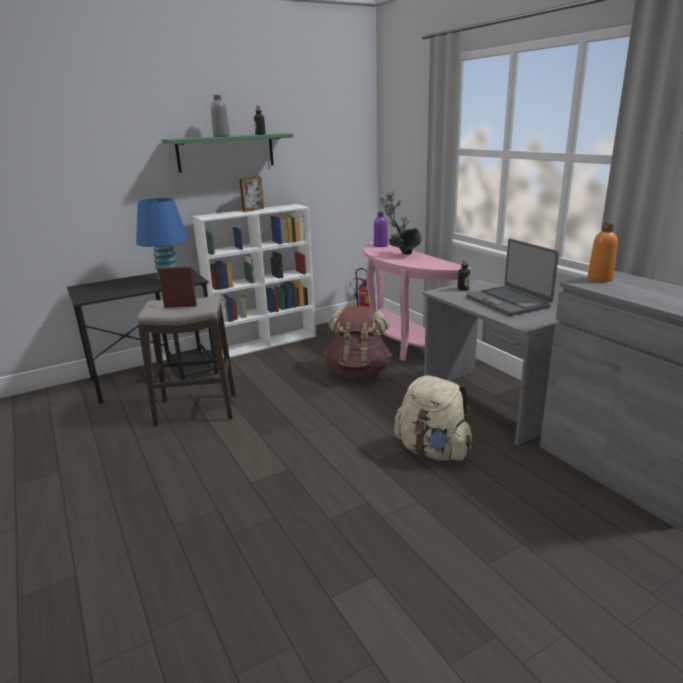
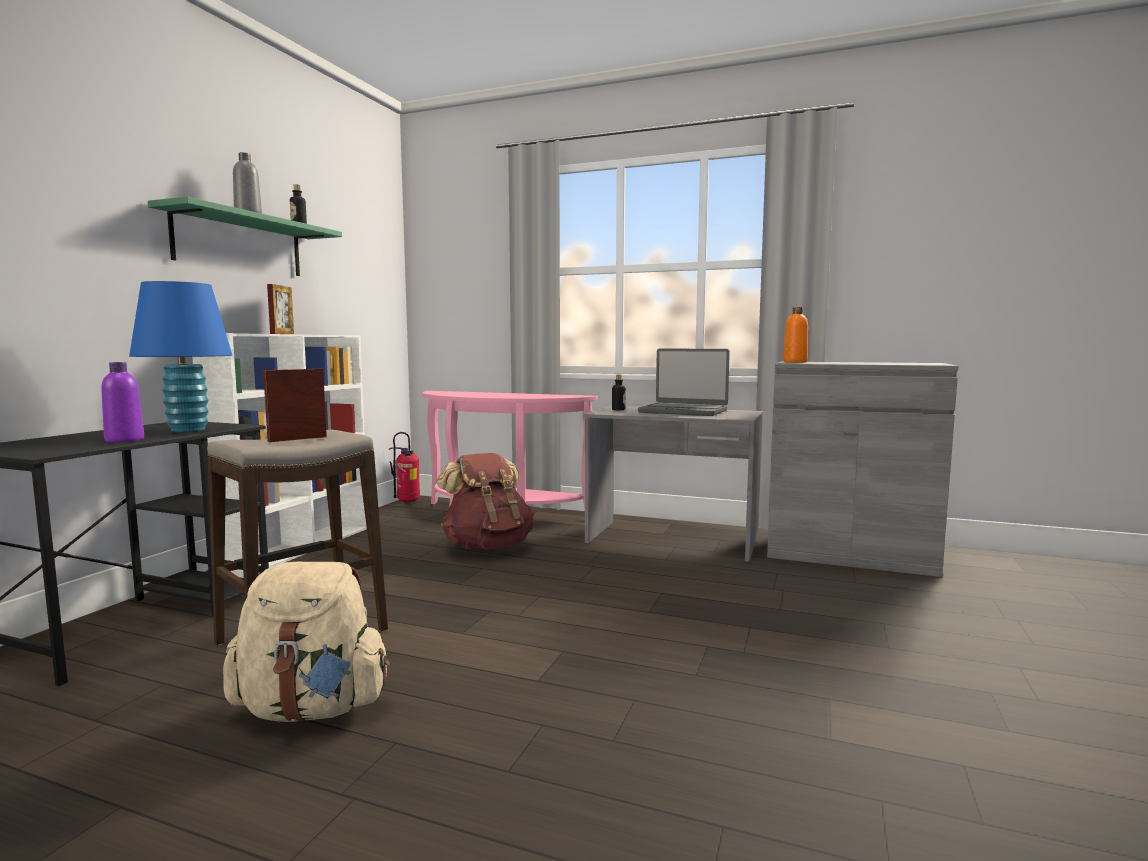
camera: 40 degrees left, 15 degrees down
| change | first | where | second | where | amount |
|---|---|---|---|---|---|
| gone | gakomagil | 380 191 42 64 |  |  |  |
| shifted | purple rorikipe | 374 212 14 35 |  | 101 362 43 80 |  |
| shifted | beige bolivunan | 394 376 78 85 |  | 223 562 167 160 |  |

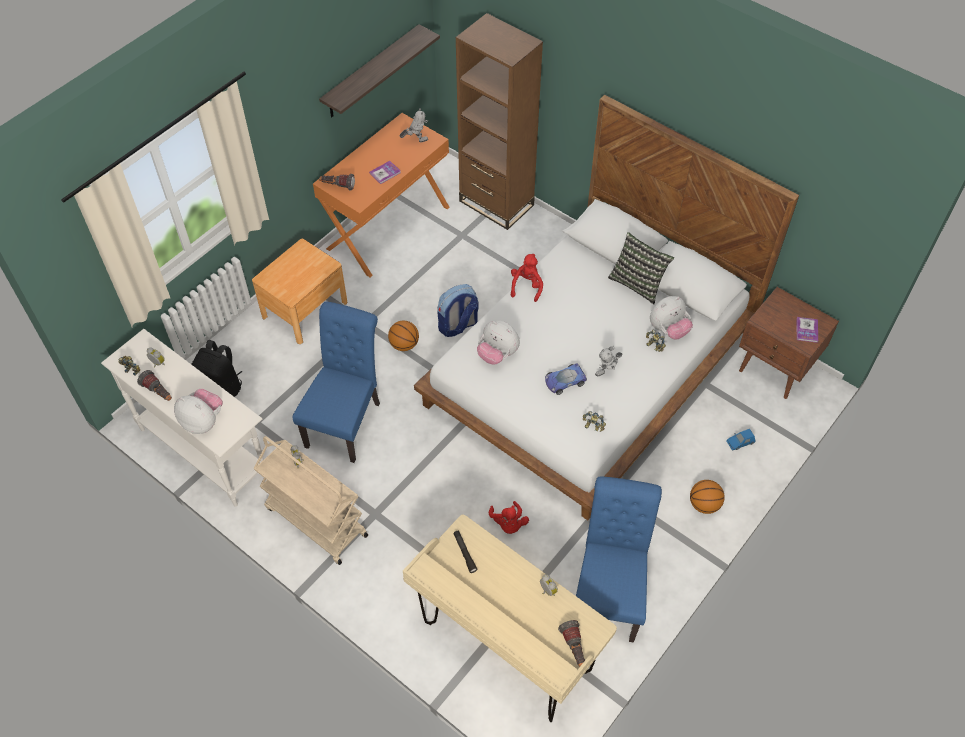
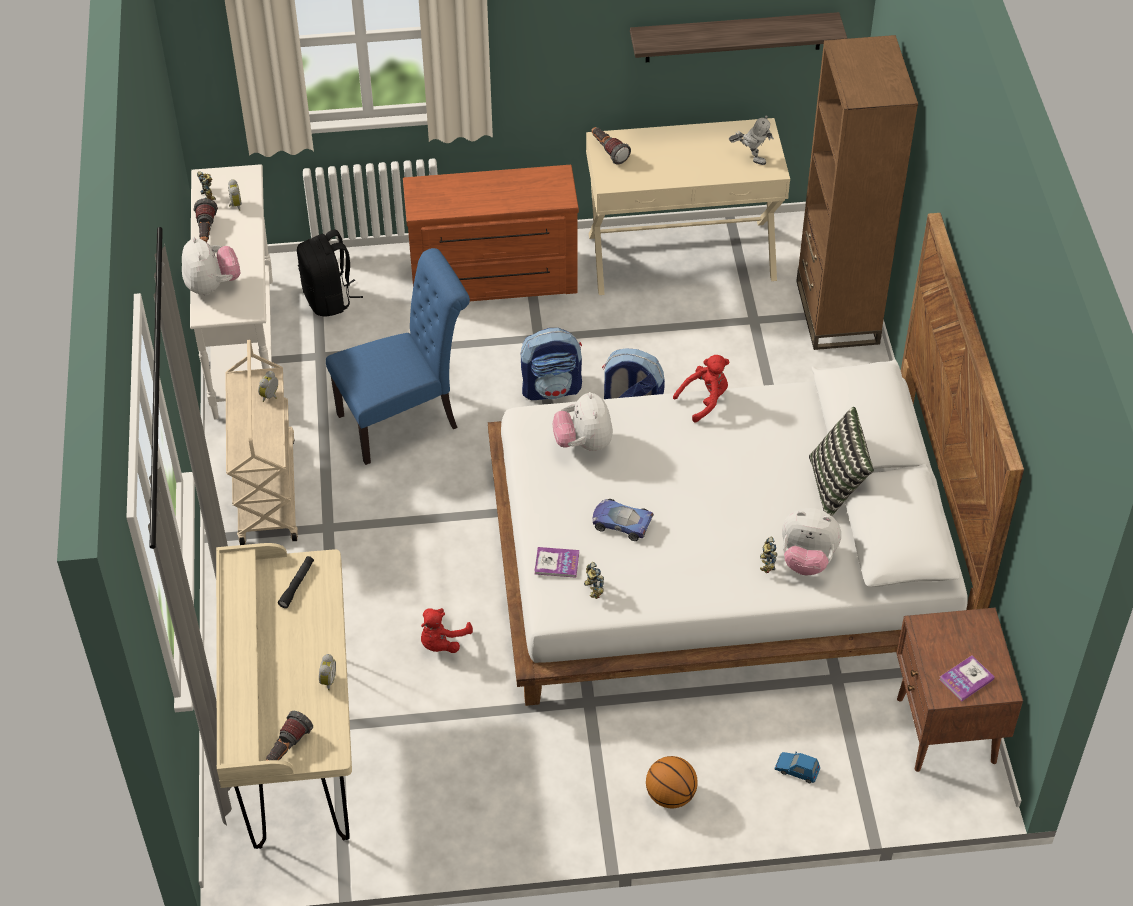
camera: 45 degrees right, 5 degrees down
| change | first | where | second | where | amount |
|---|---|---|---|---|---|
| repainted | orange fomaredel | 313 113 137 164 | beige fomaredel | 586 118 204 177 |  |
| shifted | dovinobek | 369 161 32 23 |  | 534 547 45 31 |  |
| swapped | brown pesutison | 252 239 96 105 | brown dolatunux | 403 165 176 136 |  |
| swapped | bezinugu | 388 321 31 30 | bolivunan | 521 328 61 72 |  |
| gone | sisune | 595 346 28 30 |  |  |  |
| gone | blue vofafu | 576 476 86 167 |  |  |  |

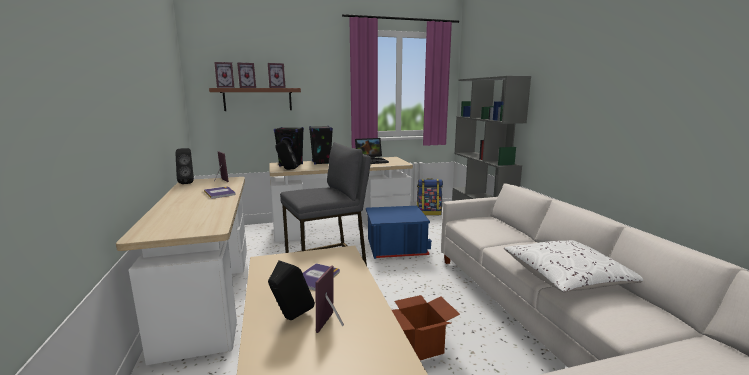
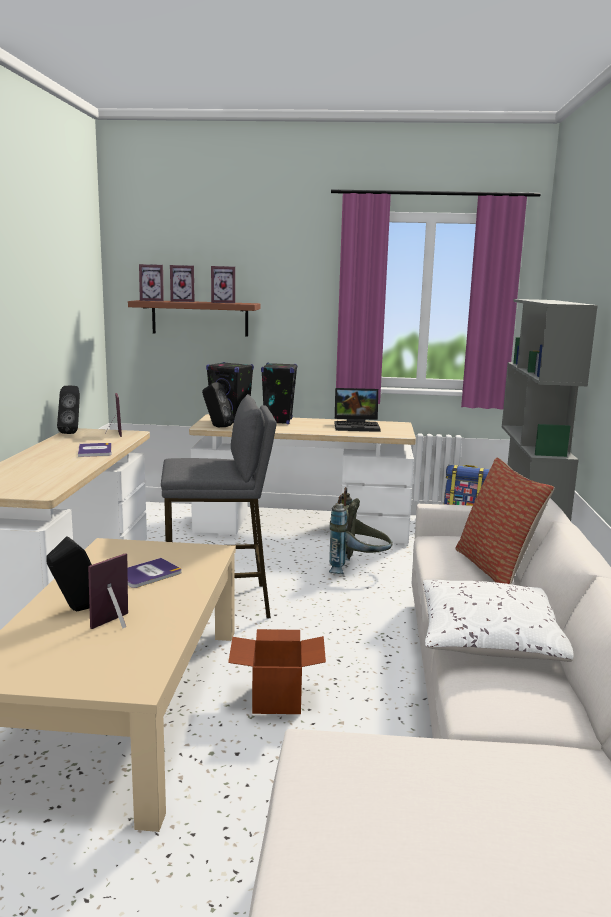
camera: 20 degrees right, 0 degrees up
| change | first | where | second | where | amount |
|---|---|---|---|---|---|
| swapped | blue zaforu | 366 206 66 53 | grey bolivunan | 329 487 64 87 |  |
| new |  |  | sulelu | 455 457 100 127 |  |

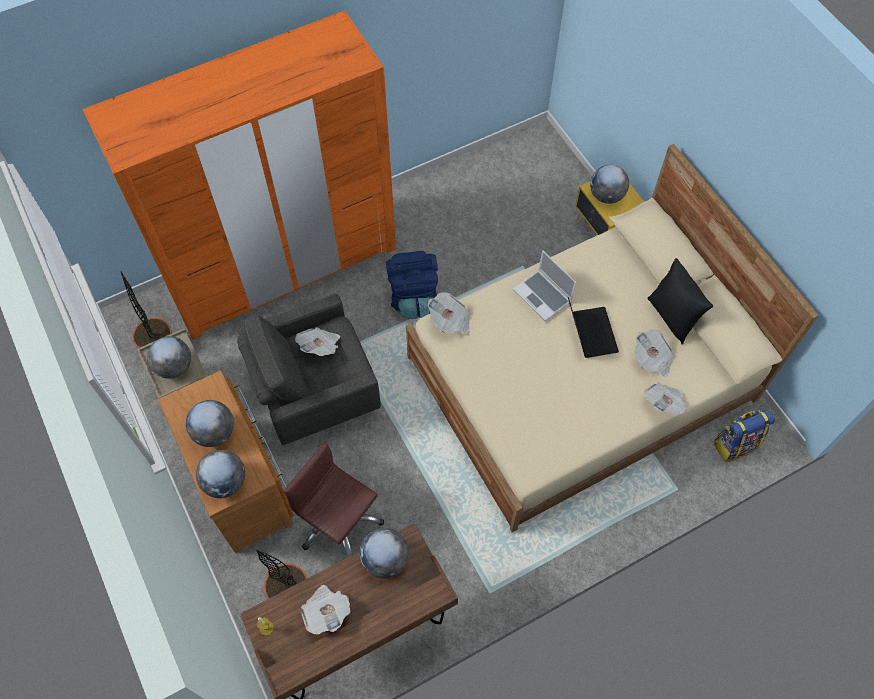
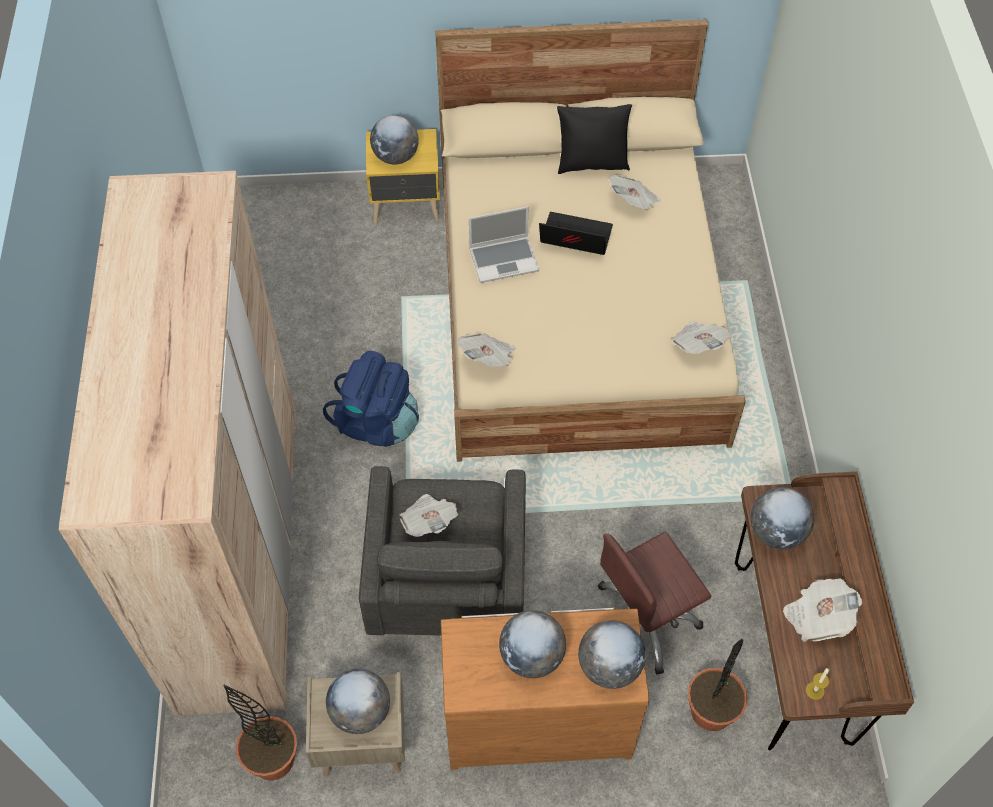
camera: 65 degrees left, 5 degrees down
| change | first | where | second | where | amount |
|---|---|---|---|---|---|
| repainted | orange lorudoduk | 82 11 314 329 | beige lorudoduk | 59 171 237 545 |  |
| shifted | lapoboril | 644 382 43 33 |  | 670 321 61 33 |  |
| gone | bolivunan | 714 410 61 52 |  |  |  |

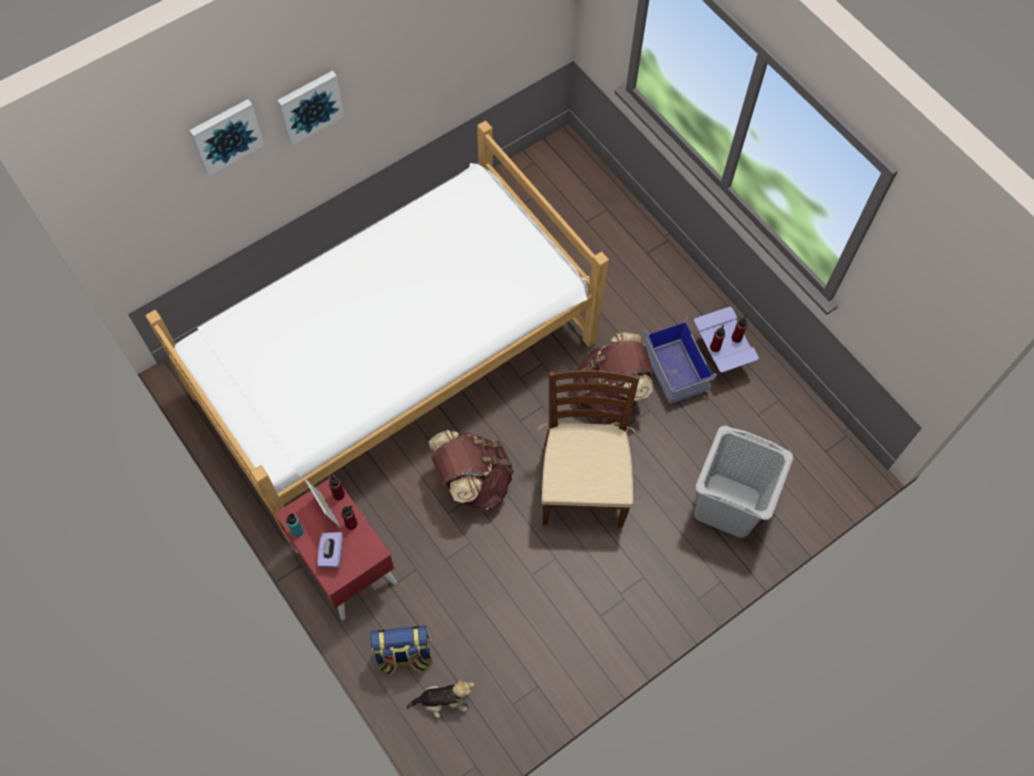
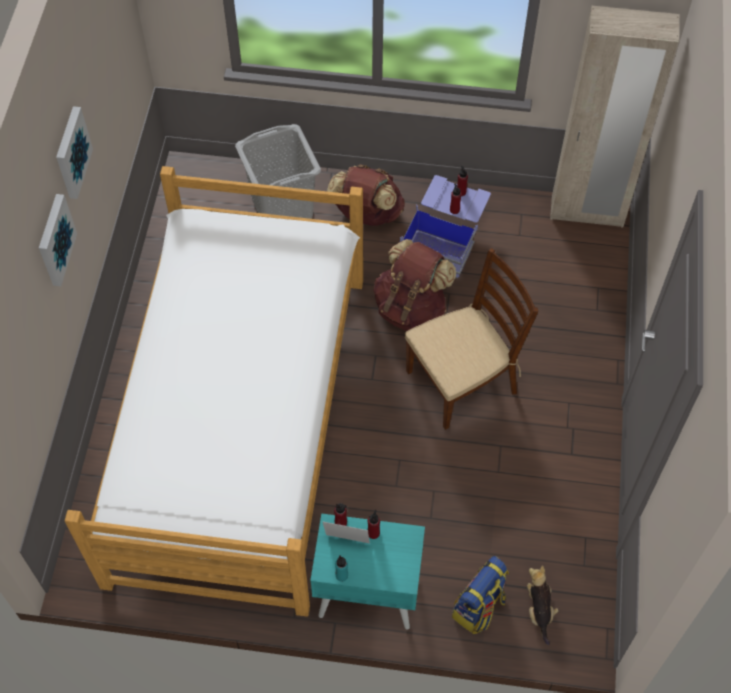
camera: 45 degrees left, 5 degrees down
| change | first | where | second | where | amount |
|---|---|---|---|---|---|
| shifted | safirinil | 189 99 76 77 |  | 56 106 37 93 |  |
| rotated | brown vofafu | 537 370 103 158 |  | 405 248 134 182 | 105 degrees clockwise |
| shifted | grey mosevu | 694 426 99 112 |  | 235 124 86 95 |  |
| shifted | brown bolivunan | 428 430 86 81 |  | 327 164 78 62 |  |
| repainted | red pesutison | 275 475 122 145 | turquoise pesutison | 310 513 115 117 |  |
| gone | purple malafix | 317 532 26 36 |  |  |  |
| rotated | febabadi | 407 679 67 39 |  | 527 566 32 79 | 45 degrees counterclockwise |
| new |  |  | beige lorudoduk | 550 6 129 221 |  |

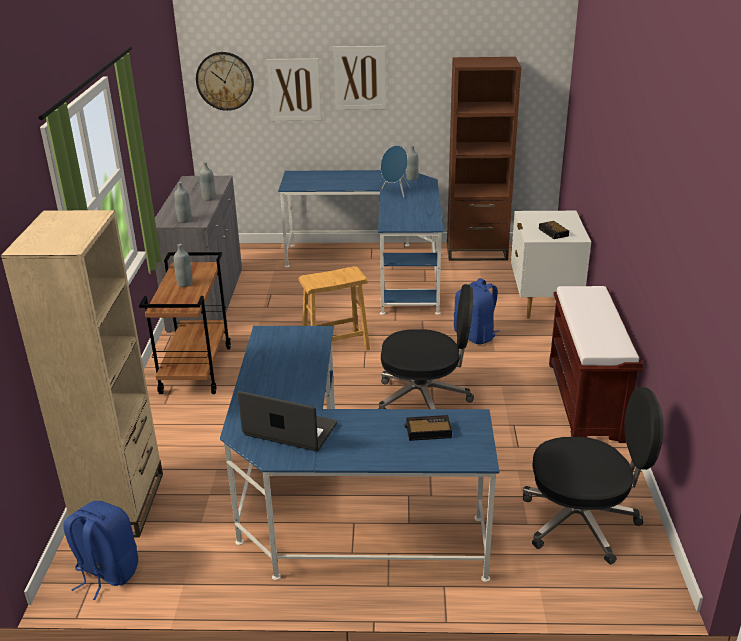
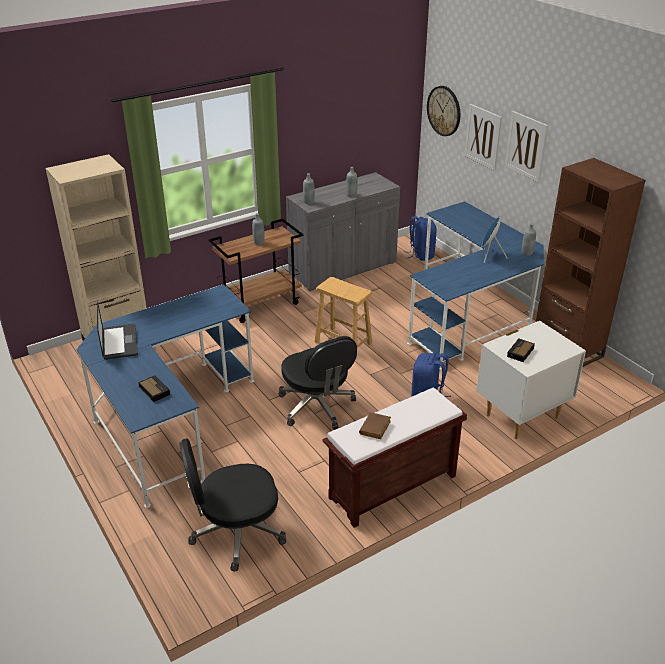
camera: 55 degrees right, 5 degrees up
| change | first | where | second | where | amount |
|---|---|---|---|---|---|
| rotated | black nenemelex | 523 387 141 177 |  | 179 438 107 133 | 105 degrees clockwise |
| shifted | blue bolivunan | 64 501 74 99 |  | 404 216 32 45 |  |
| new |  |  | brown dovinobek | 359 412 32 27 |  |

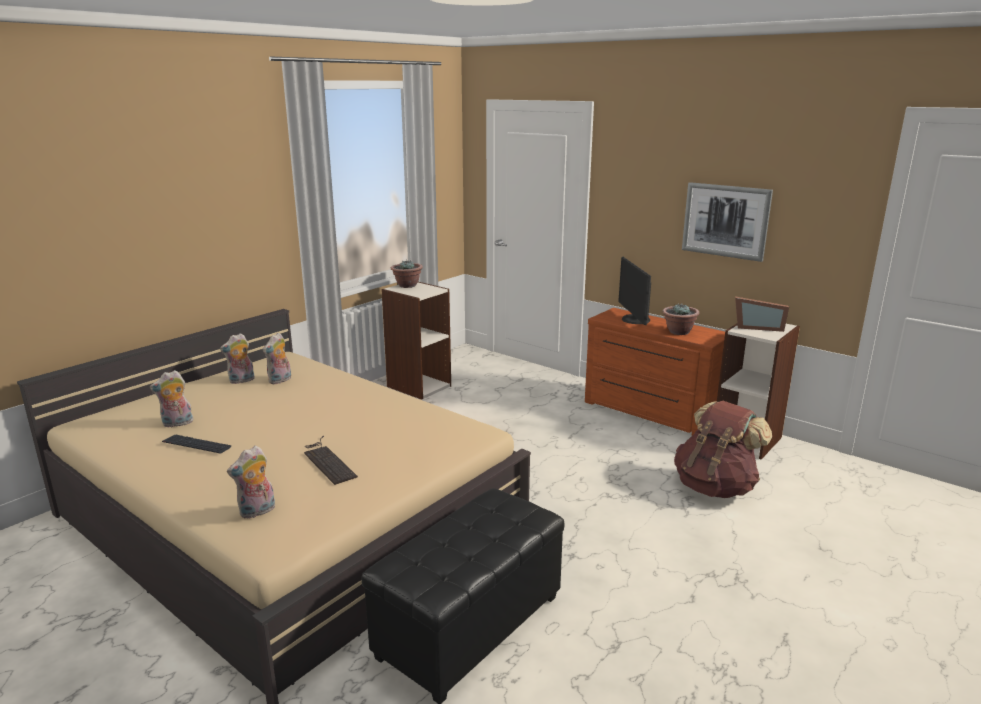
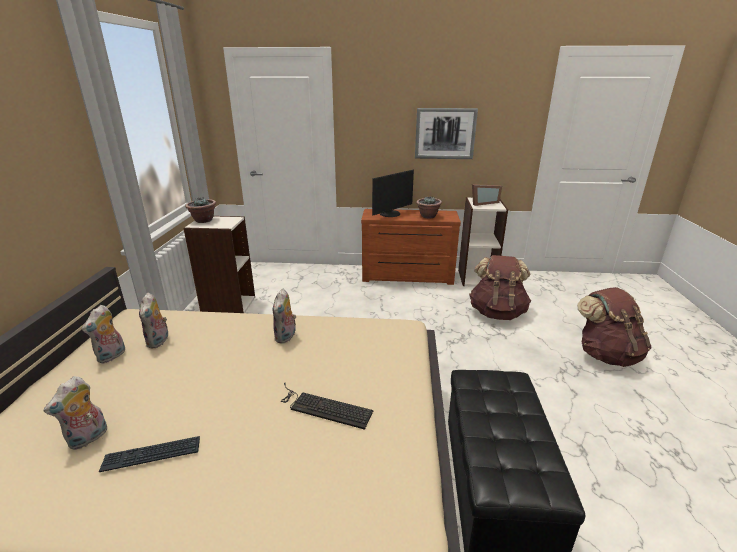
camera: 35 degrees left, 5 degrees up
| change | first | where | second | where | amount |
|---|---|---|---|---|---|
| rotated | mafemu | 618 257 33 68 |  | 372 170 42 47 | 90 degrees counterclockwise |
| shifted | febabadi | 227 446 48 72 |  | 273 288 23 55 |  |
| new |  |  | brown bolivunan | 577 287 74 80 |  |

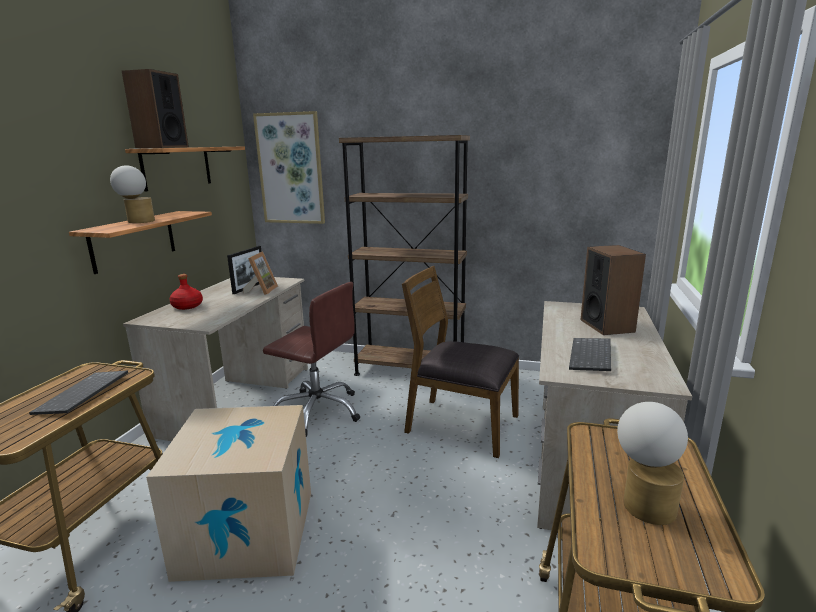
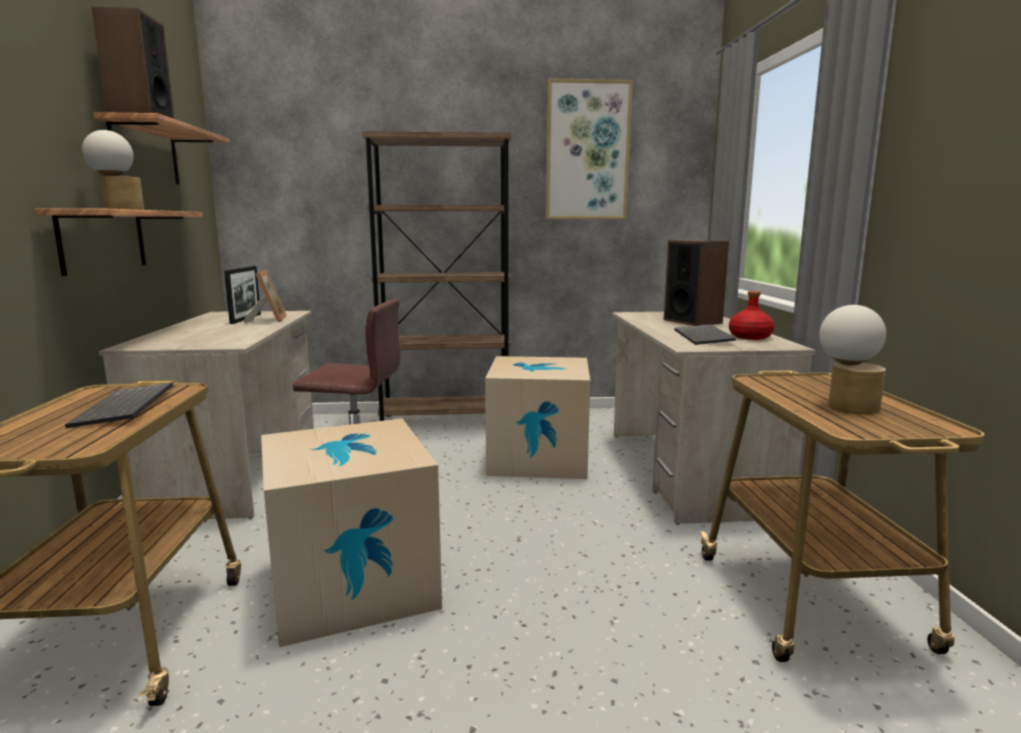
camera: 20 degrees left, 5 degrees down
| change | first | where | second | where | amount |
|---|---|---|---|---|---|
| shifted | safirinil | 253 111 72 113 |  | 546 78 87 141 |  |
| swapped | brown vofafu | 402 266 117 192 | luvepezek | 485 356 105 123 |  |
| shifted | red rorikipe | 169 274 34 36 |  | 729 291 45 49 |  |

